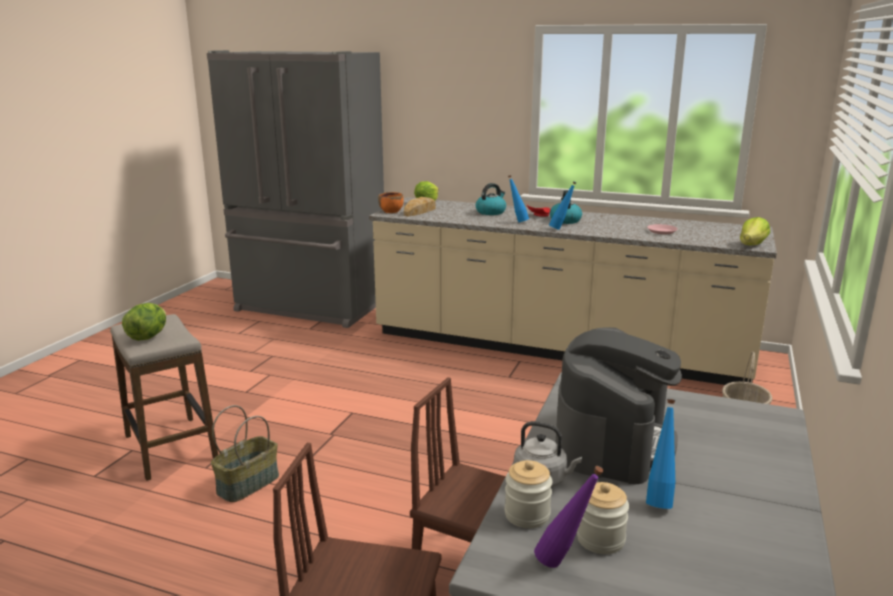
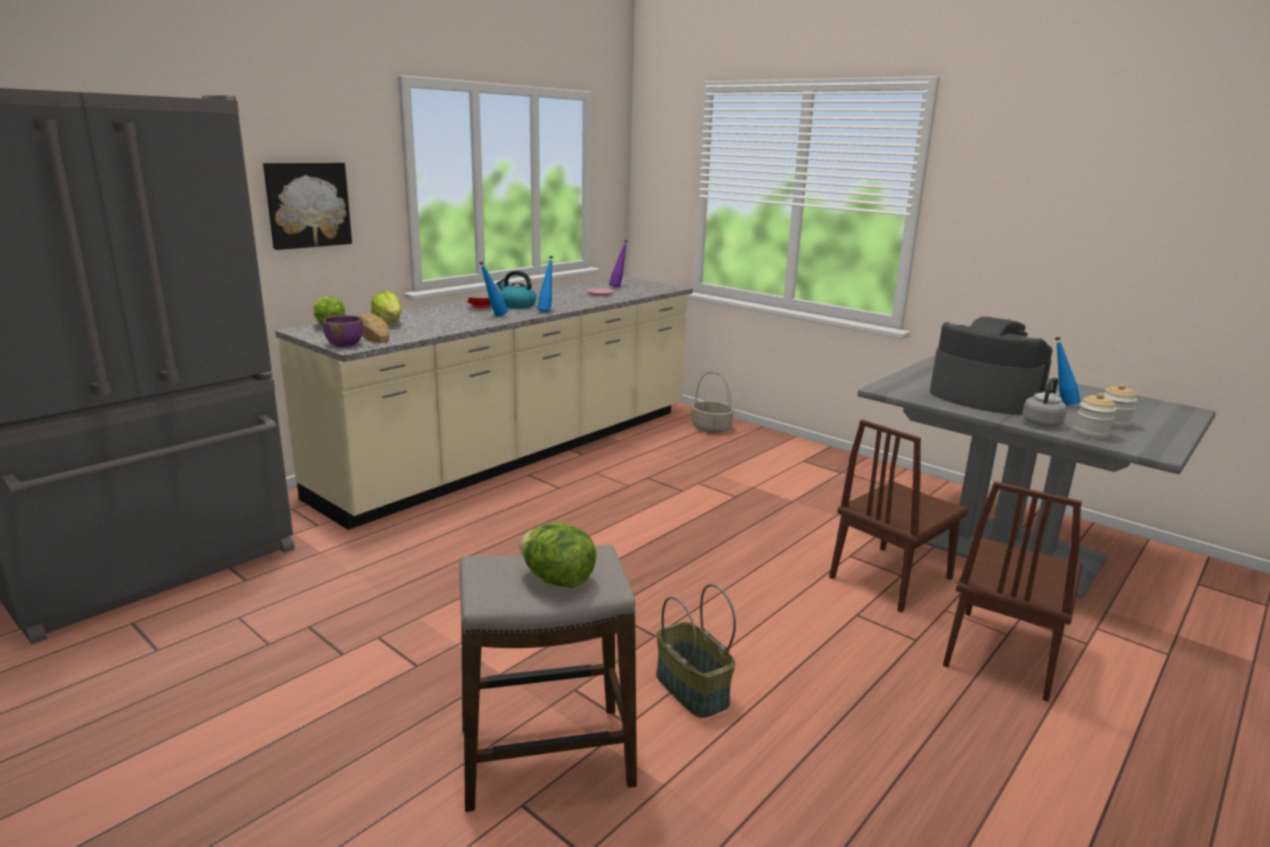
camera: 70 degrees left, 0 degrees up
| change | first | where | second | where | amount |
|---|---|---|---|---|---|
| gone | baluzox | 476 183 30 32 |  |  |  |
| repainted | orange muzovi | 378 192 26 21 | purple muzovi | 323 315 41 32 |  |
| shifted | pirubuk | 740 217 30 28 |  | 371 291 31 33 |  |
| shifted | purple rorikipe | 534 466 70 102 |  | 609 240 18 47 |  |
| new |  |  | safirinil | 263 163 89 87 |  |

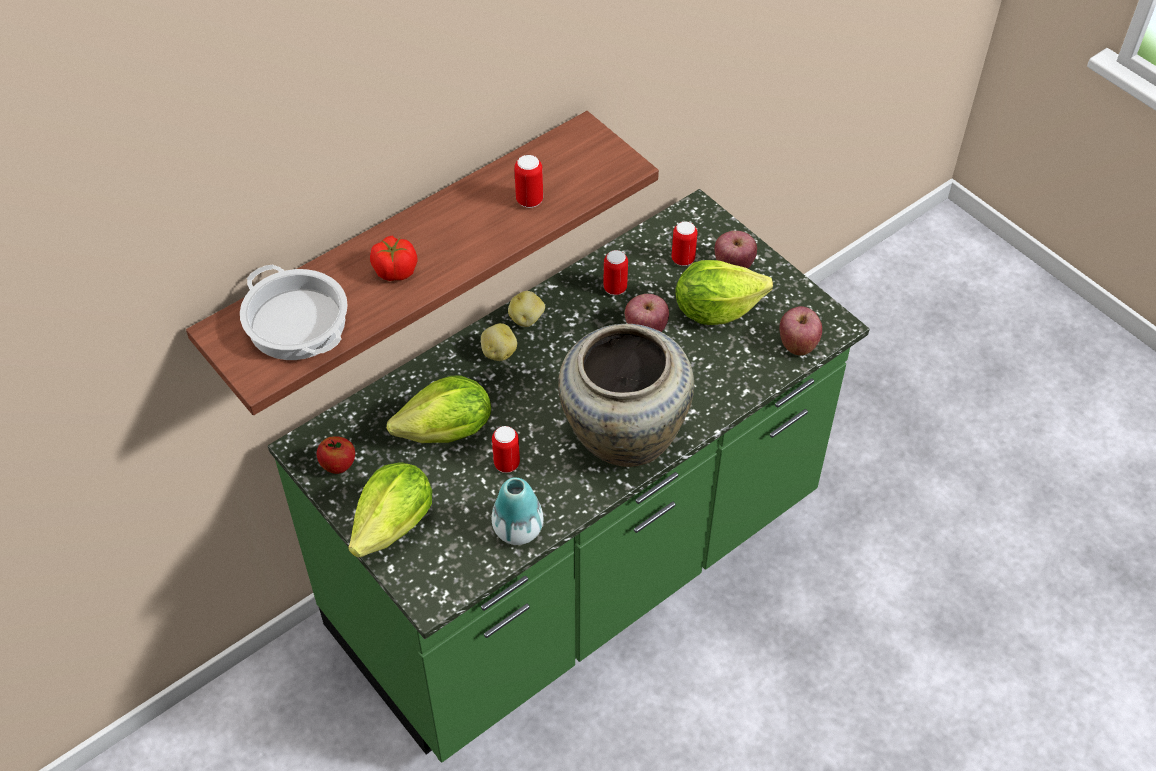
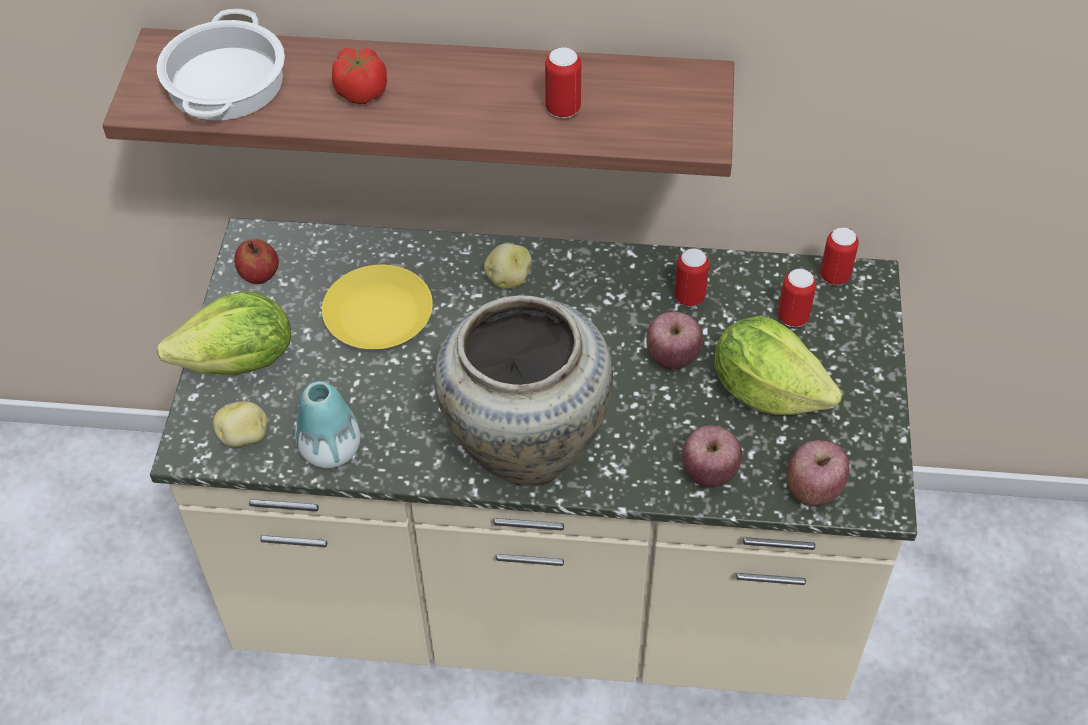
camera: 45 degrees right, 0 degrees up
| change | first | where | second | where | amount |
|---|---|---|---|---|---|
| repainted | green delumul | 268 189 602 574 | beige delumul | 150 218 767 482 |  |
| shifted | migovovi | 714 231 43 38 |  | 682 425 60 62 |  |
| shifted | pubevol | 508 291 37 36 |  | 213 401 54 46 |  |
| swapped | pirubuk | 387 376 104 67 | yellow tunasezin | 322 265 111 84 |  |
| shifted | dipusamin | 492 426 28 47 |  | 820 227 39 58 |  |

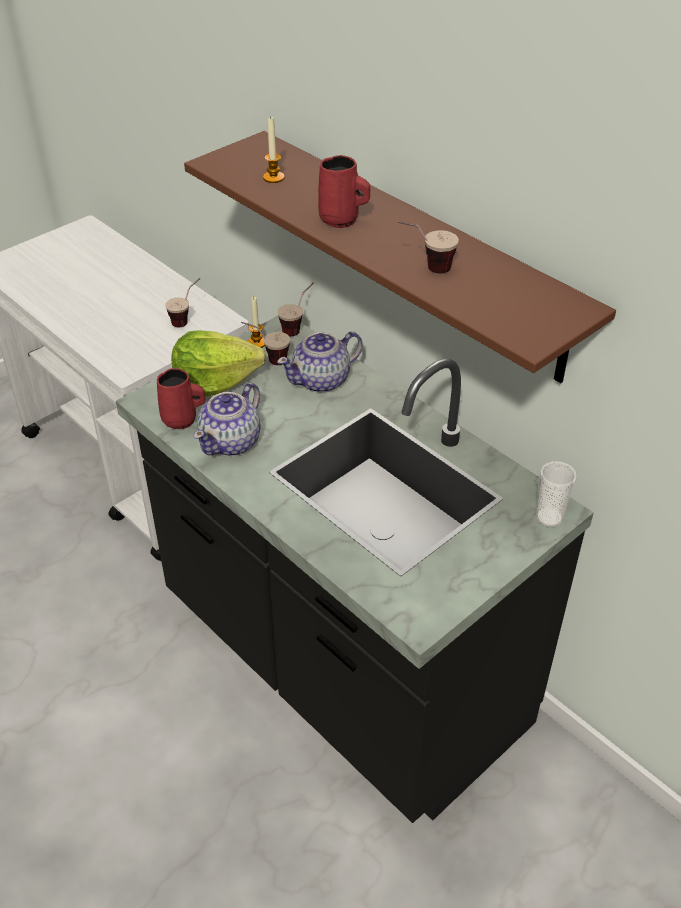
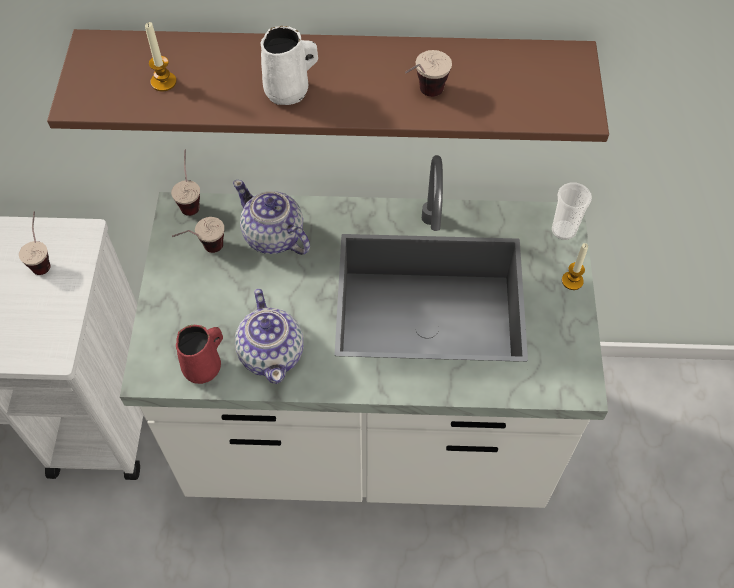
camera: 45 degrees left, 15 degrees up
| change | first | where | second | where | amount |
|---|---|---|---|---|---|
| repainted | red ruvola | 318 155 52 73 | white ruvola | 261 26 57 79 |  |
| shifted | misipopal | 248 297 17 51 |  | 562 243 26 47 |  |
| repainted | black delumul | 116 316 478 507 | white delumul | 120 155 488 353 |  |
| gone | pirubuk | 171 330 95 67 |  |  |  |
| rotated | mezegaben | 277 332 86 61 |  | 233 180 77 75 | 120 degrees clockwise |

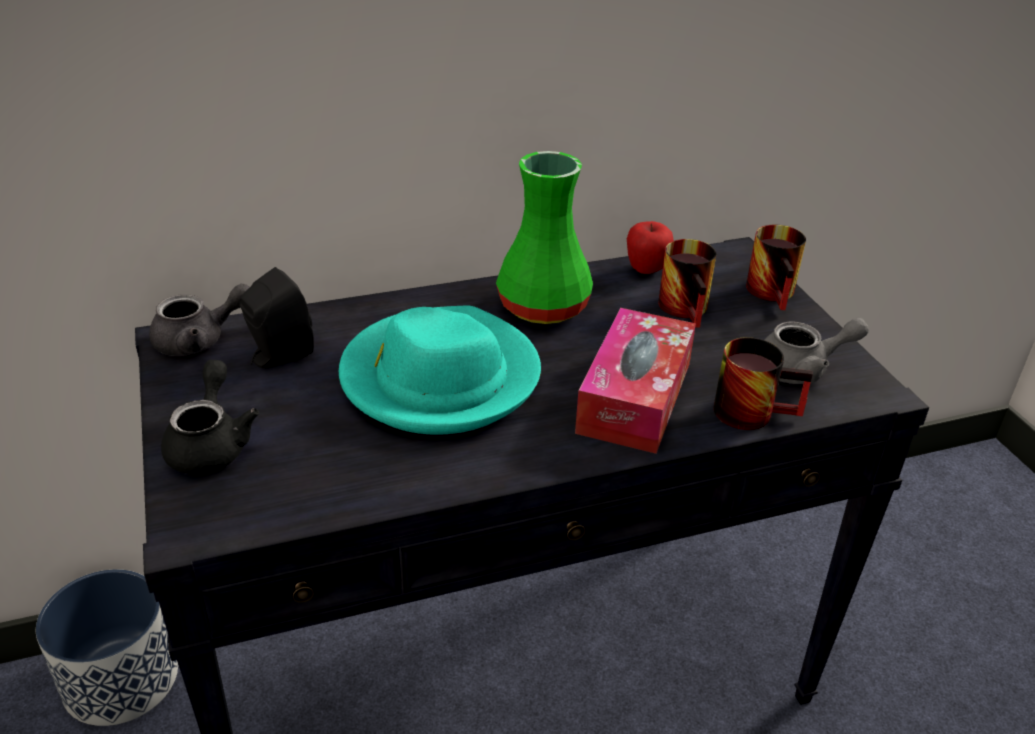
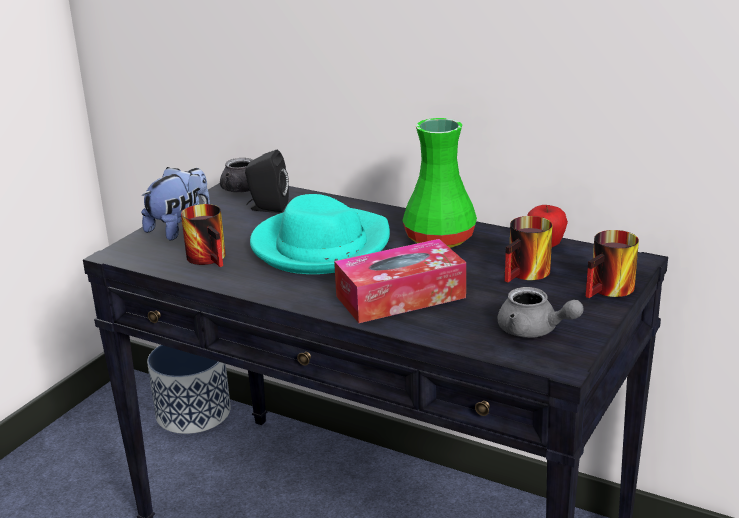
camera: 50 degrees right, 10 degrees down
| change | first | where | second | where | amount |
|---|---|---|---|---|---|
| shifted | ruvola | 713 337 100 93 |  | 181 204 45 63 |  |
| swapped | black mezegaben | 161 360 98 114 | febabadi | 141 167 69 74 |  |

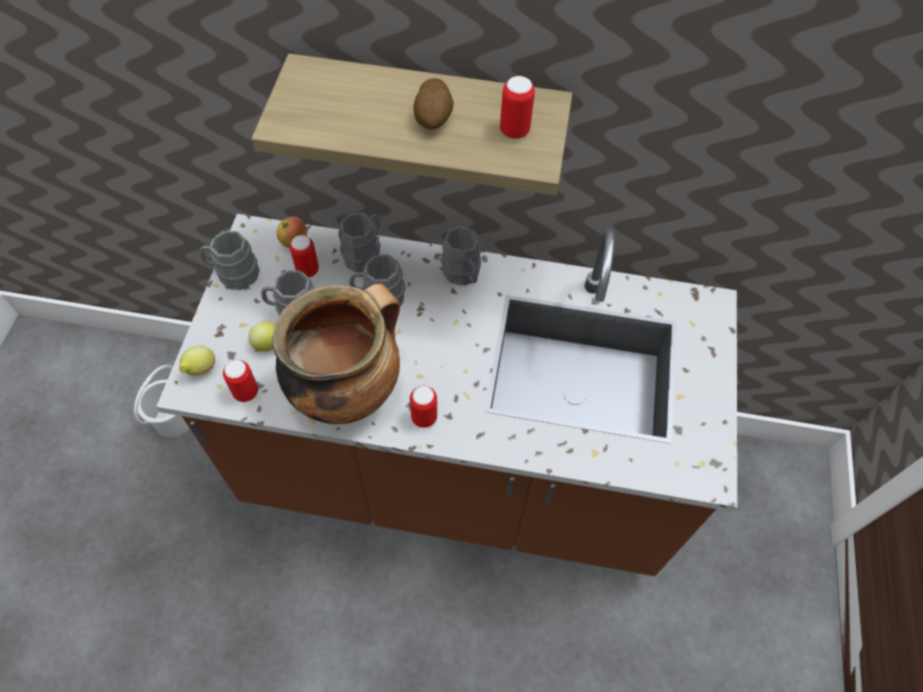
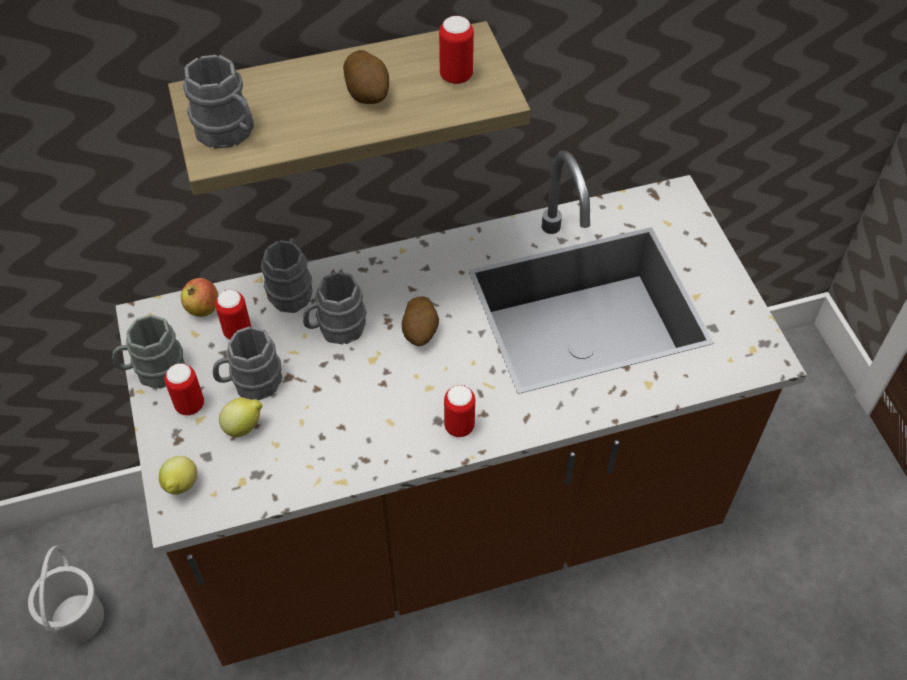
camera: 25 degrees left, 5 degrees down
| change | first | where | second | where | amount |
|---|---|---|---|---|---|
| shifted | grey ruvola | 441 226 41 60 |  | 183 55 71 94 |  |
| gone | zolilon | 273 283 127 141 |  |  |  |
| shifted | dipusamin | 223 360 35 42 |  | 164 363 40 53 |  |
| new |  |  | pubevol | 402 296 37 51 |  |

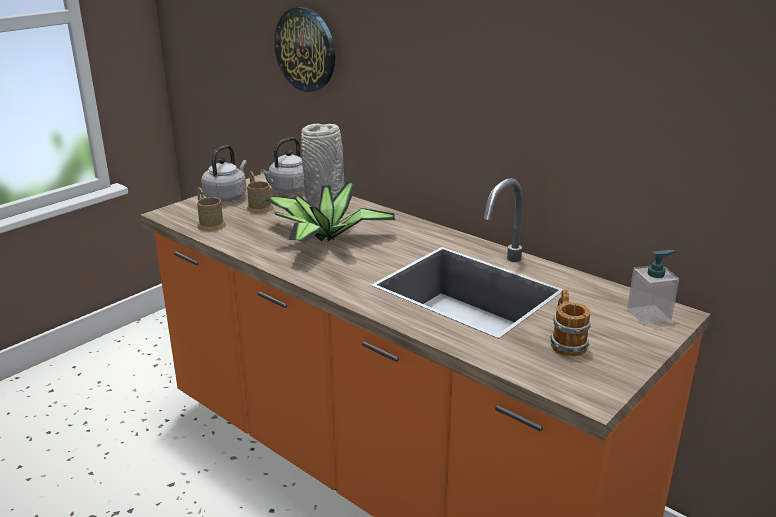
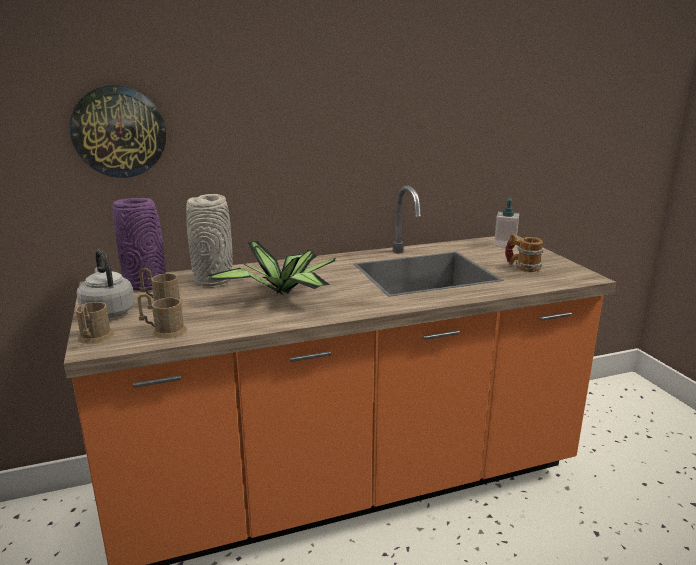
camera: 60 degrees left, 5 degrees down
| change | first | where | second | where | amount |
|---|---|---|---|---|---|
| swapped | grey baluzox | 260 137 44 56 | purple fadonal | 112 198 54 93 |  |
| new |  |  | brown ruvola | 76 302 38 42 |  |

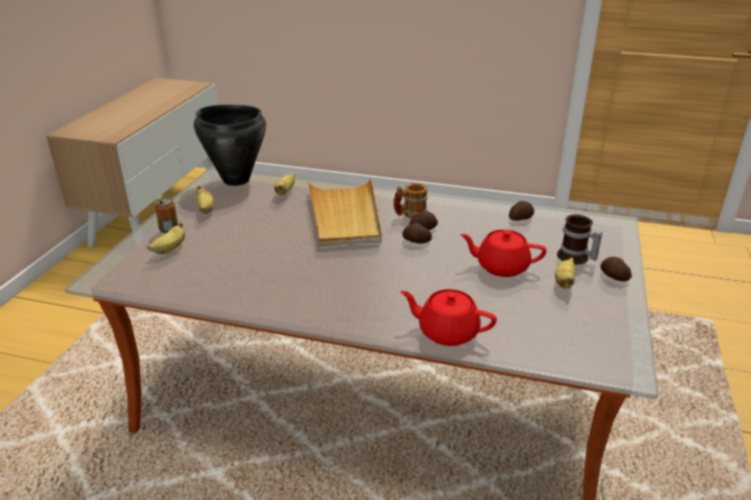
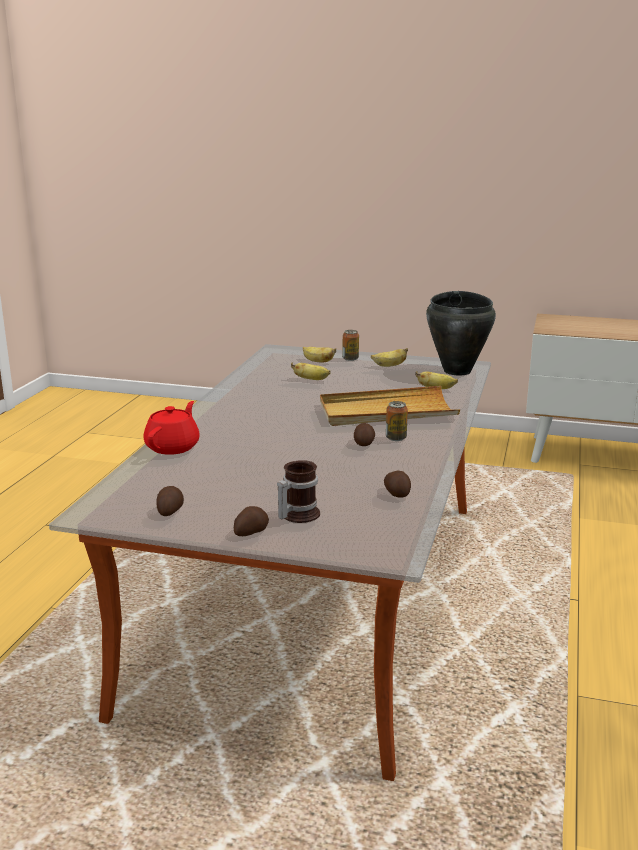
camera: 90 degrees right, 10 degrees down
| change | first | where | second | where | amount |
|---|---|---|---|---|---|
| swapped | ruvola | 393 183 34 35 | dipusamin | 386 401 22 40 |  |
| shifted | pubevol | 402 223 30 20 |  | 156 486 28 30 |  |
| gone | red mezegaben | 460 230 86 47 |  |  |  |
| shifted | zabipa | 555 258 20 31 |  | 291 363 40 17 |  |

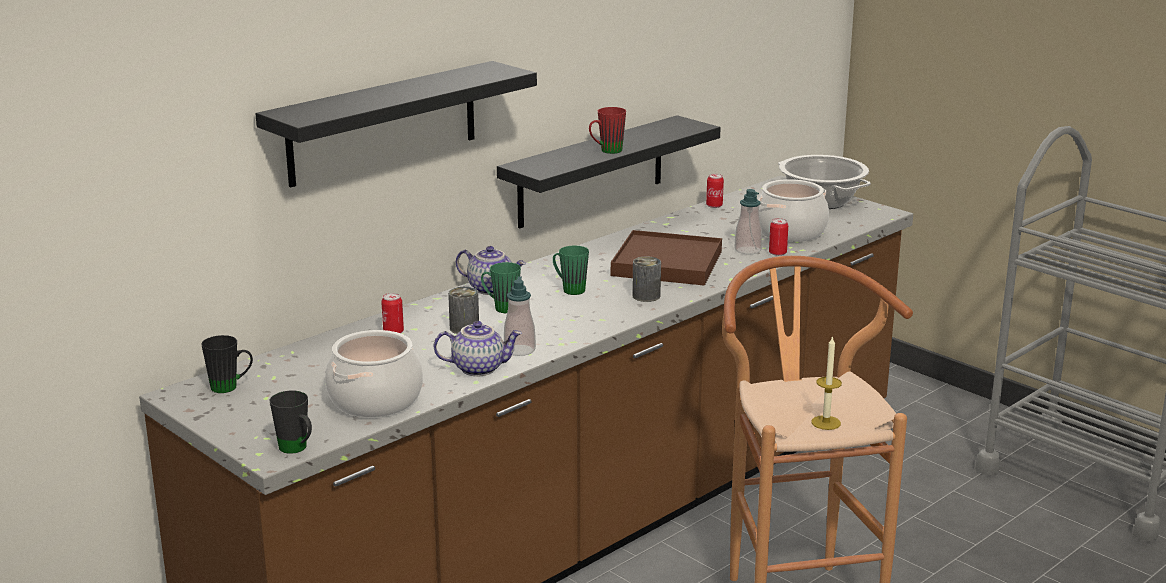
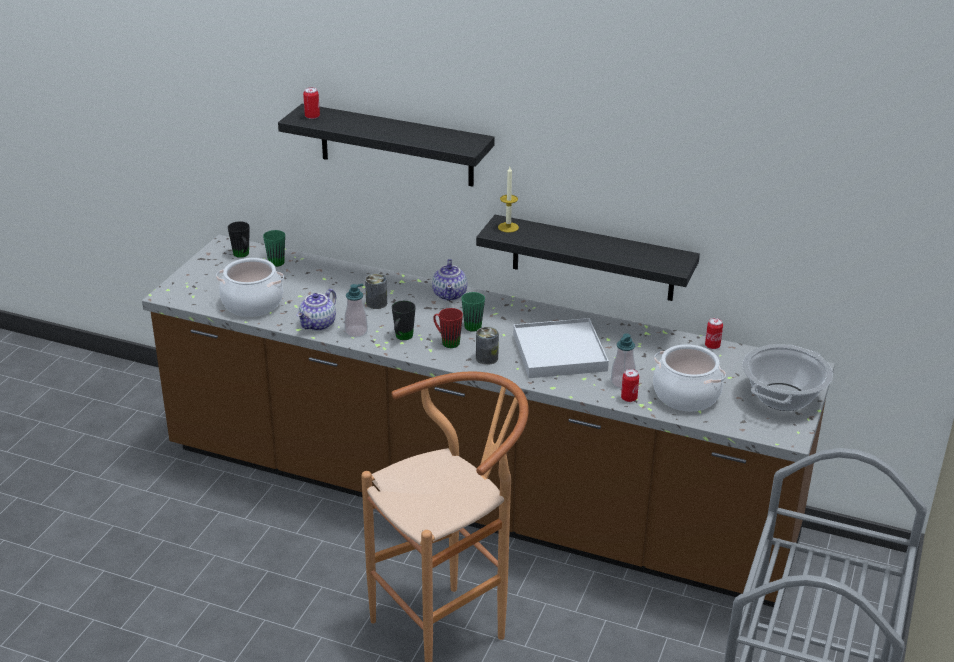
camera: 65 degrees right, 10 degrees up
| change | first | where | second | where | amount |
|---|---|---|---|---|---|
| shifted | red ruvola | 589 107 37 47 |  | 433 308 30 40 |  |
| repainted | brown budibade | 611 230 111 56 | white budibade | 513 318 96 60 |  |
| shifted | green ruvola | 481 262 40 51 |  | 263 230 22 37 |  |
| shifted | dipusamin | 381 293 23 40 |  | 303 87 17 32 |  |
| rotated | mezegaben | 434 321 88 55 |  | 297 289 39 42 | 60 degrees clockwise |
| shifted | misipopal | 811 336 31 94 |  | 498 167 21 66 |  |
| shifted | black ruvola | 269 391 43 63 |  | 392 301 24 39 |  |

